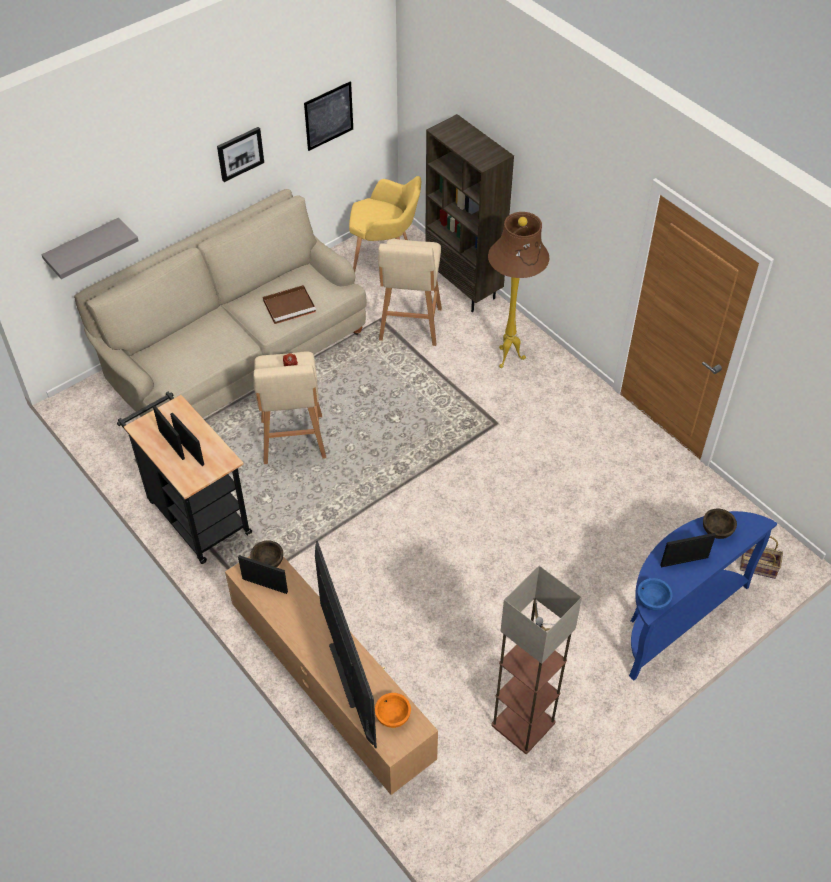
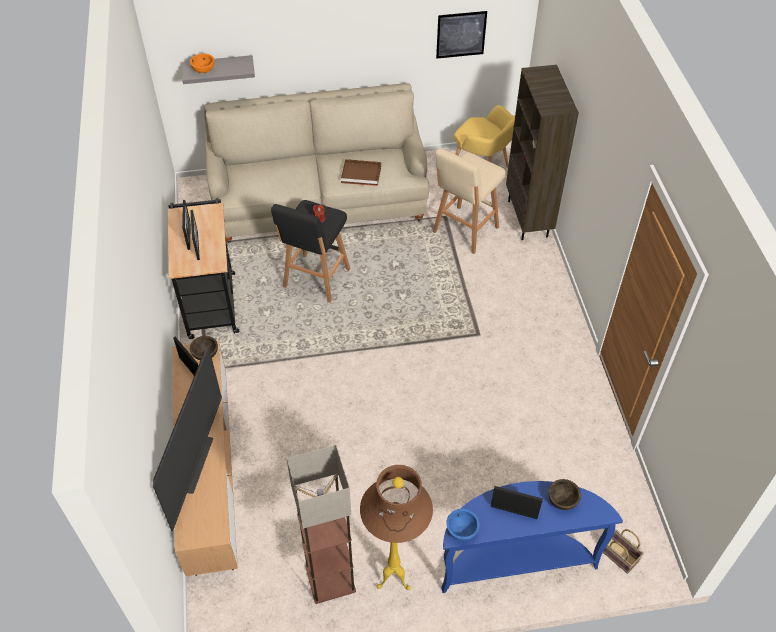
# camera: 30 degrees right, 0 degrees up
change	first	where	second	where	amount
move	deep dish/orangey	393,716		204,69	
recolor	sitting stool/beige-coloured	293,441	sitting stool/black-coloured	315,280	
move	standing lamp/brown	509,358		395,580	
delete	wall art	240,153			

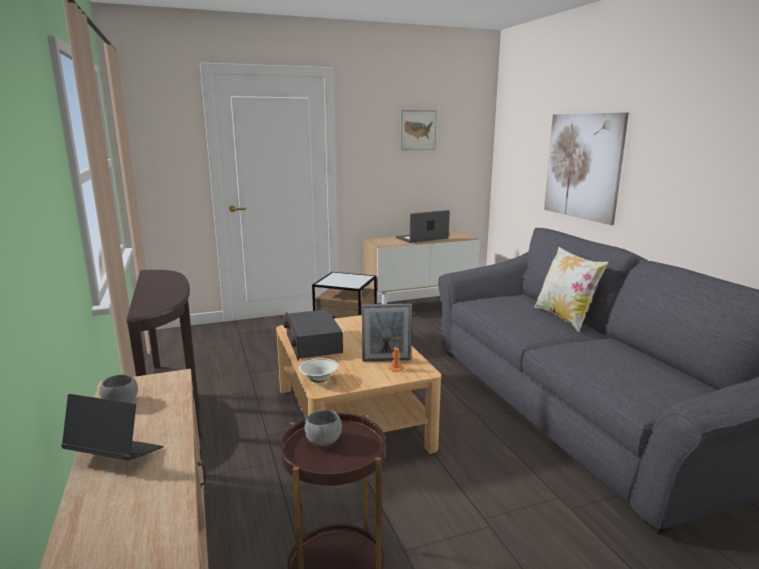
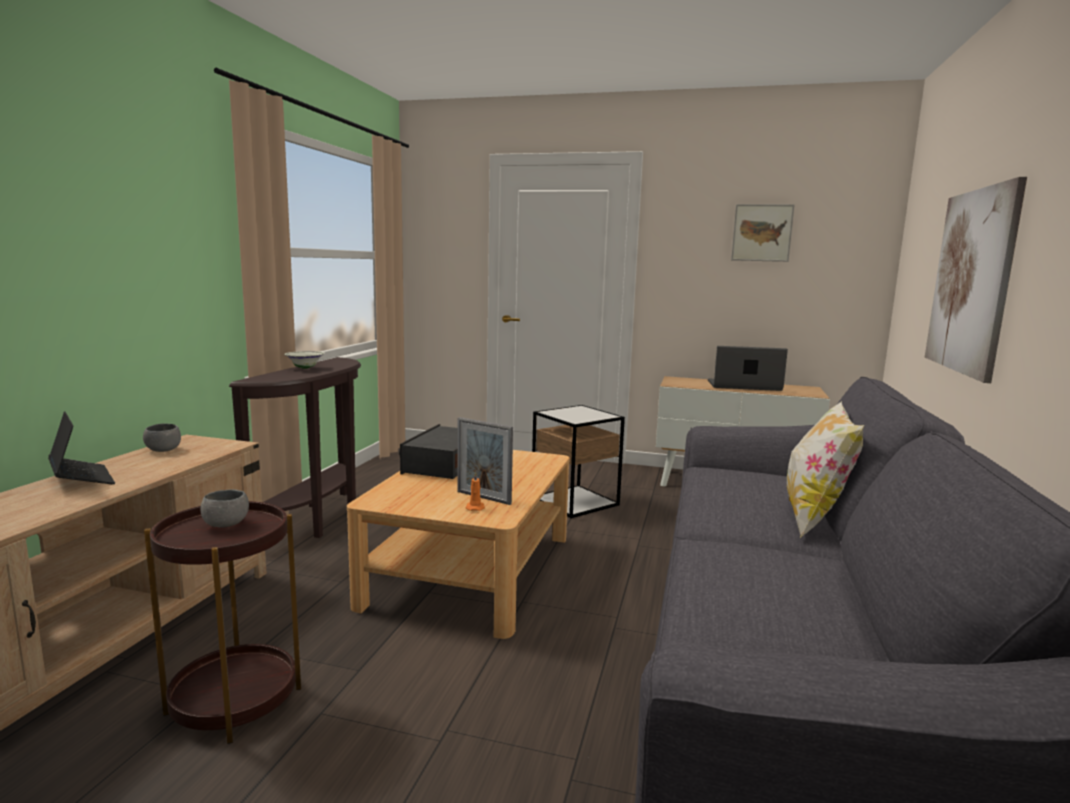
# camera: 35 degrees right, 5 degrees down
change	first	where	second	where	amount
move	deep dish/whitish	319,380		305,368	

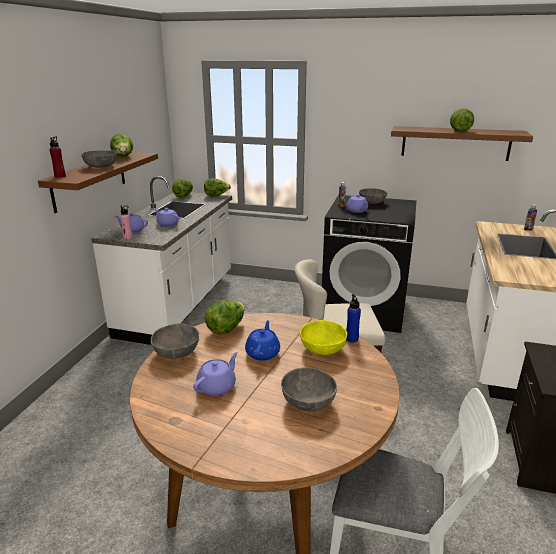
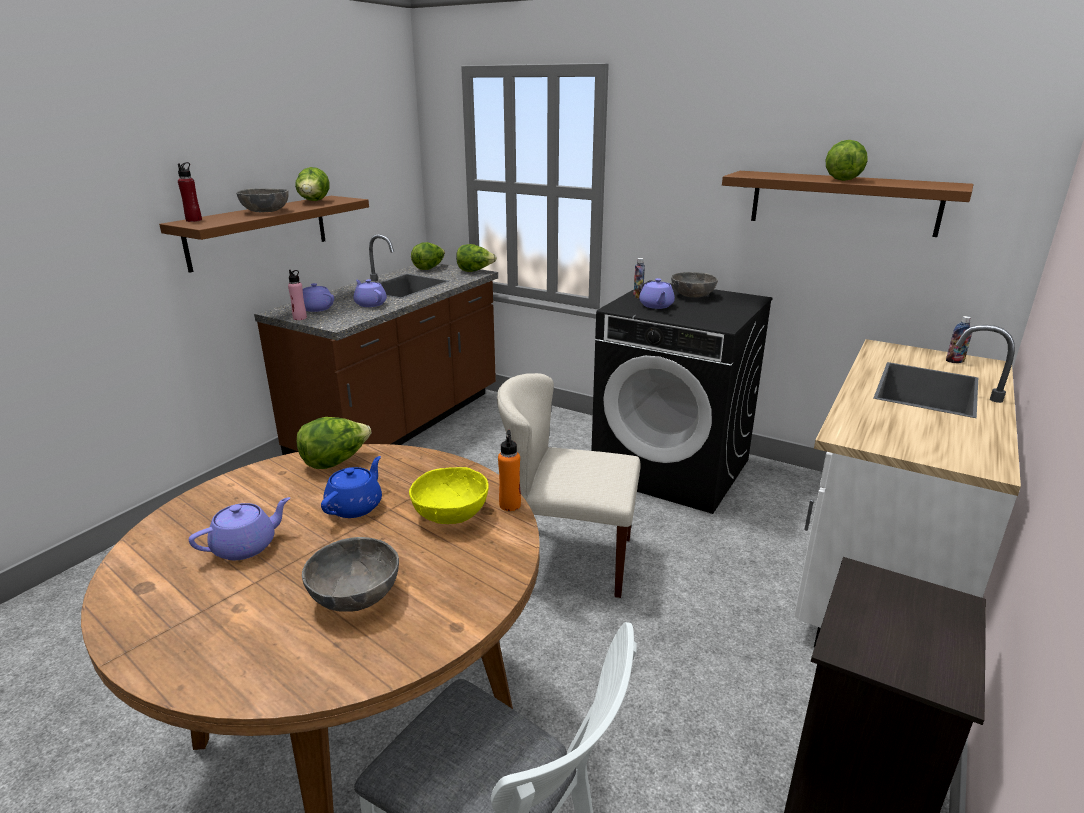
# camera: 15 degrees right, 0 degrees up
change	first	where	second	where	amount
recolor	kitchen counter/whitish	179,304	kitchen counter/brown	401,426	
recolor	drink bottle/blue-coloured	352,339	drink bottle/orangey	510,505	
delete	deep dish/grey	176,352			

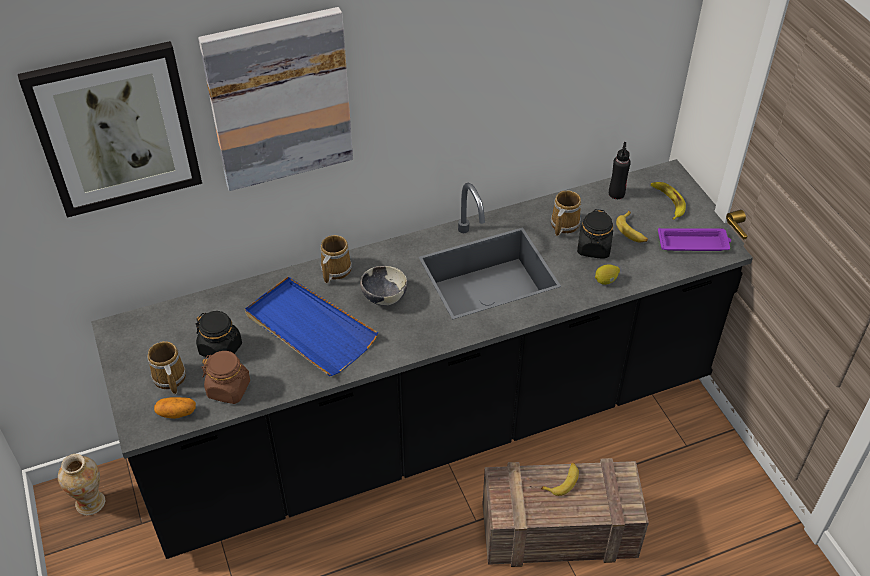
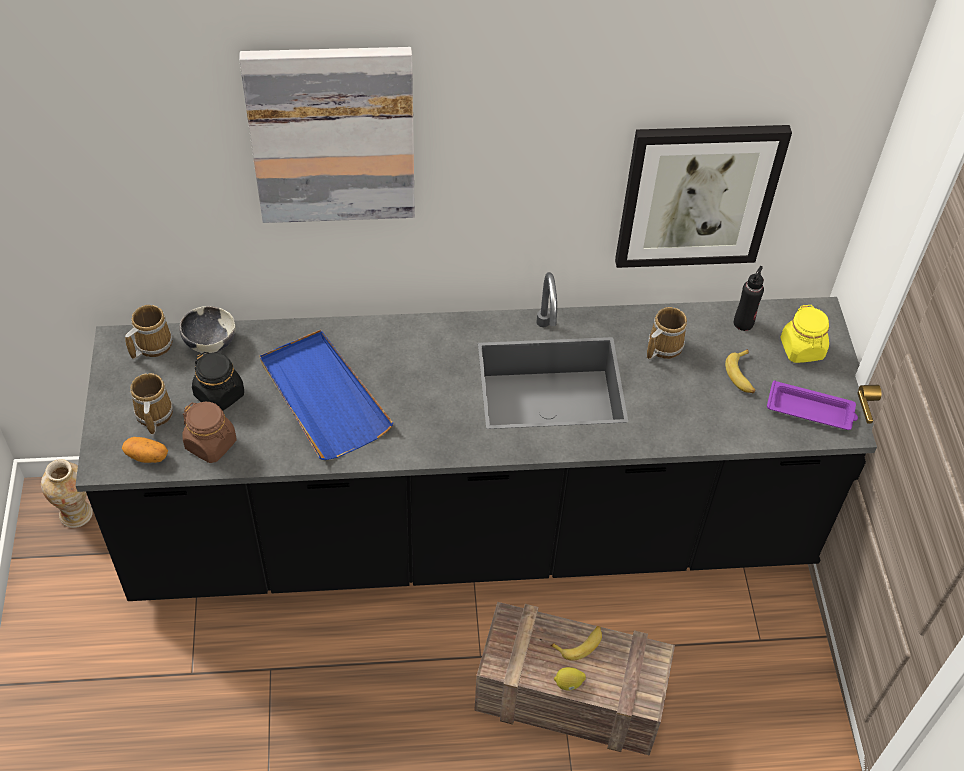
# camera: 15 degrees right, 5 degrees up
change	first	where	second	where	amount
move	tea mug	334,270		151,344	
move	deep dish	384,297		210,343	
move	whole lemon	606,281		568,683	
move	wall art	115,129		697,195	
replace	banana	668,202	jar/yellowish	802,349	
delete	jar/black-coloured	594,248			

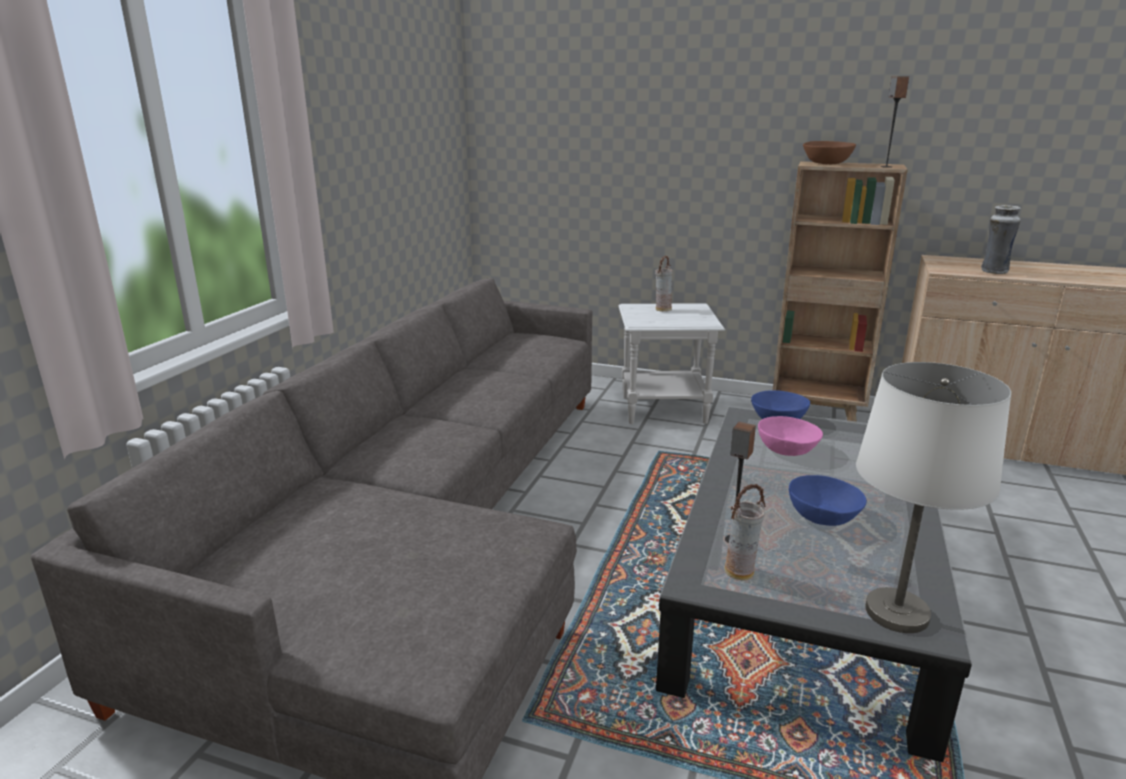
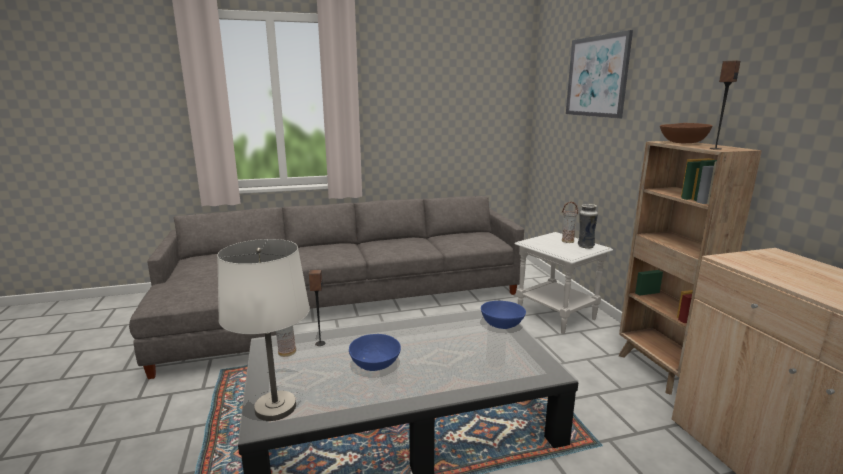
# camera: 55 degrees right, 5 degrees down
change	first	where	second	where	amount
insert			wall art	597,76	
move	flower vase	993,272		585,246	
delete	deep dish/pinkish	787,450			

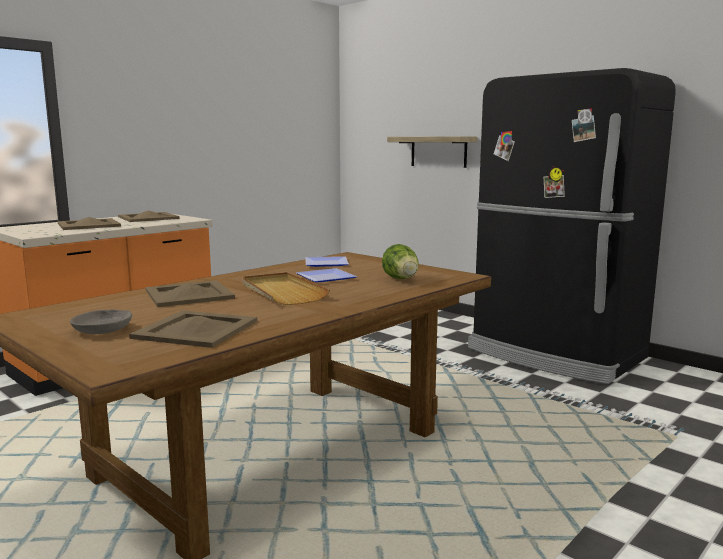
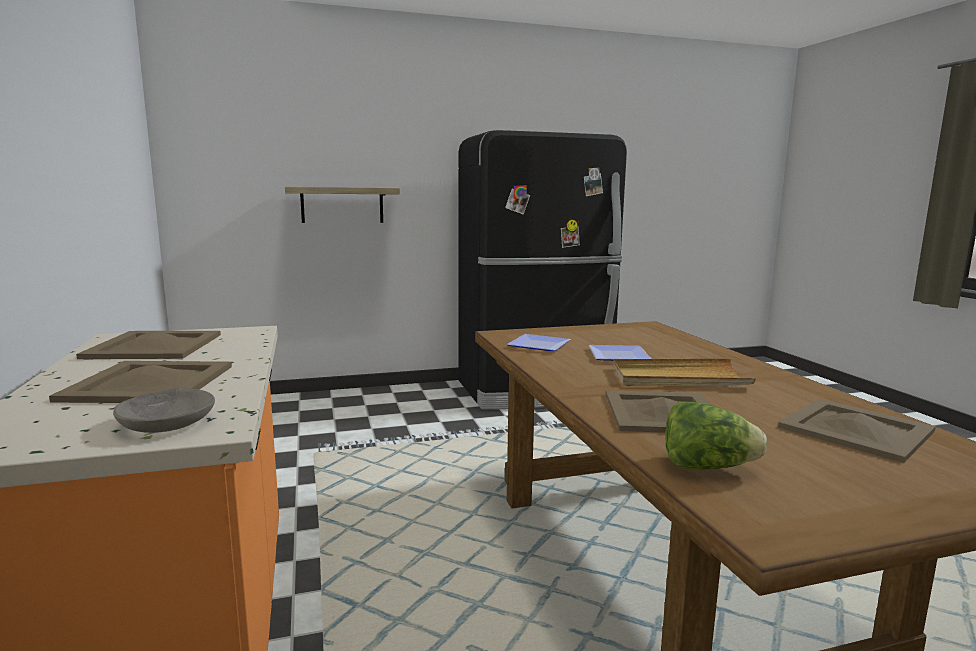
# camera: 60 degrees left, 0 degrees up
change	first	where	second	where	amount
move	deep dish/grey	103,329		167,423	
move	lettuce	402,279		707,467	

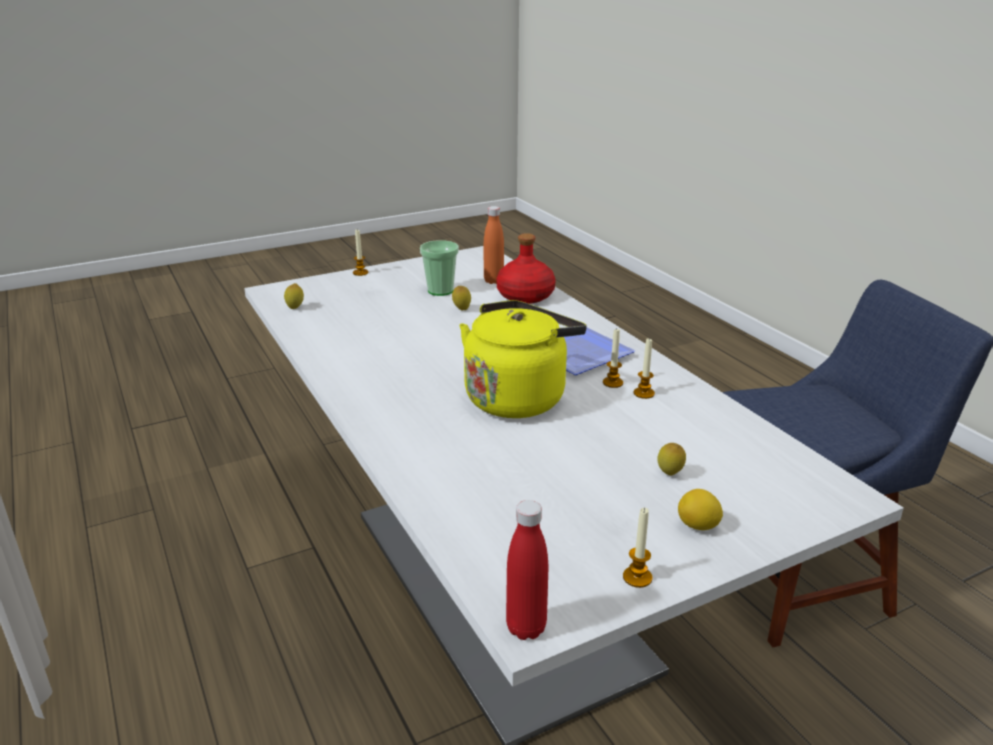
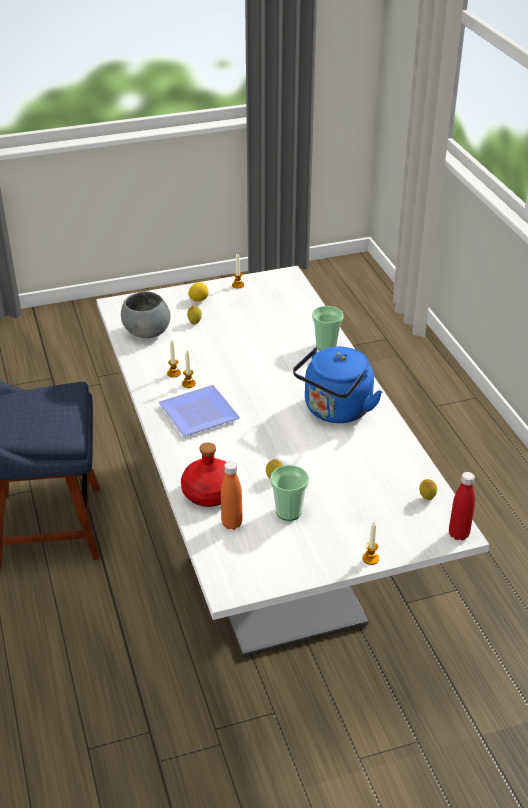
# camera: 170 degrees left, 10 degrees up
change	first	where	second	where	amount
insert			deep dish/grey	147,332	
insert			kettle/blue-coloured	335,411	
insert			small cup	326,346	
move	drink bottle/red	526,628		458,534	
delete	kettle/yellowish	518,397			

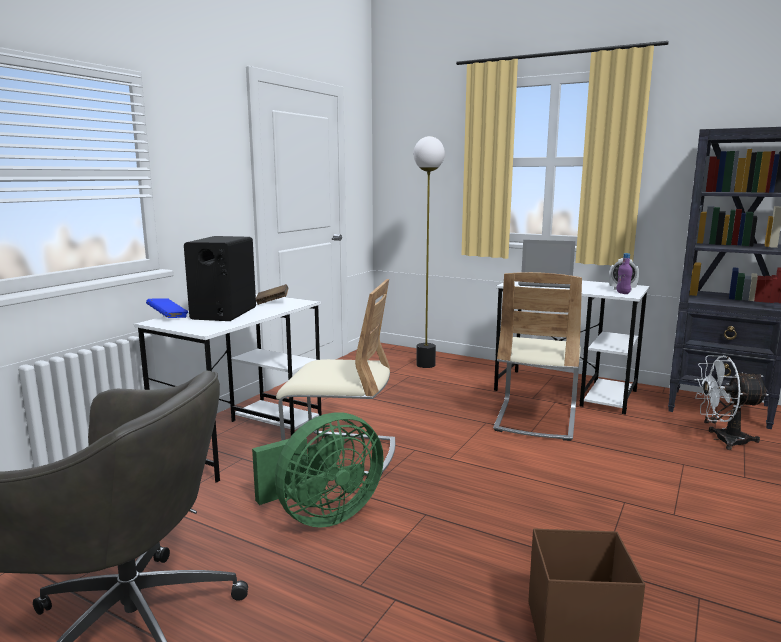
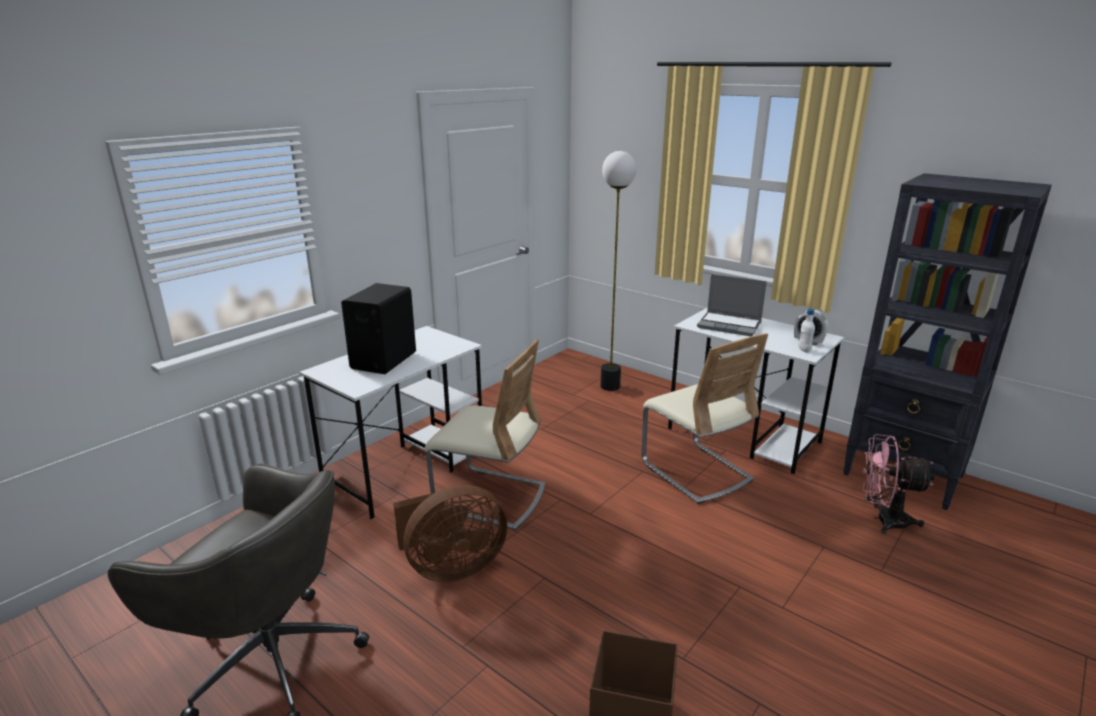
# camera: 10 degrees right, 10 degrees up
change	first	where	second	where	amount
recolor	electric fan/greenish	321,515	electric fan/brown	451,568	
rotate	plain chair/beige-coloured	535,419		695,471	60 degrees counterclockwise
recolor	drink bottle/purplish	623,293	drink bottle/whitish	804,350	
recolor	electric fan/whitish	722,440	electric fan/pinkish	883,519	
delete	book/blue-coloured	168,317			
delete	book/brown	272,302			

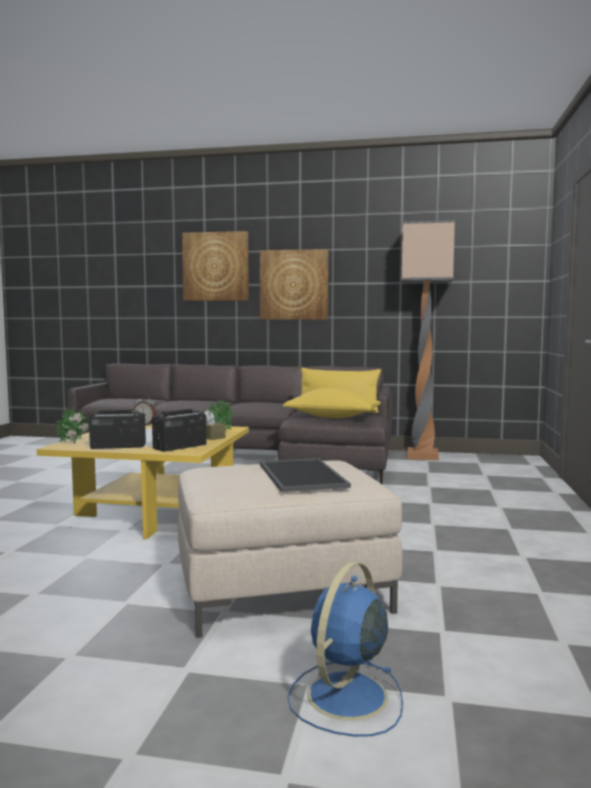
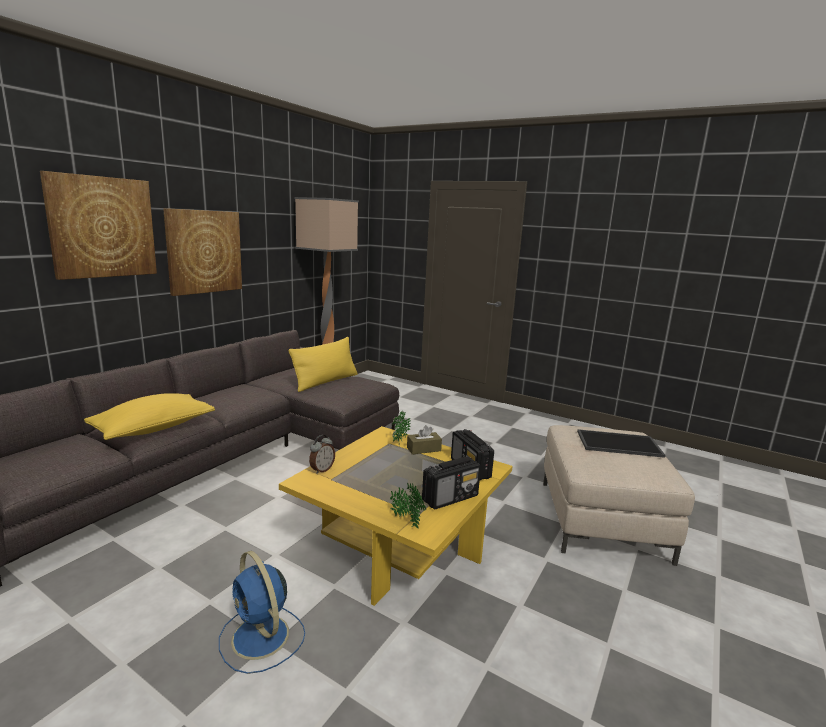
# camera: 70 degrees left, 10 degrees up
change	first	where	second	where	amount
move	pillow/yellowish	332,417		153,428	
move	electric fan/blue-coloured	345,697		261,638	
rotate	radio receiver	117,447		450,498	135 degrees counterclockwise

